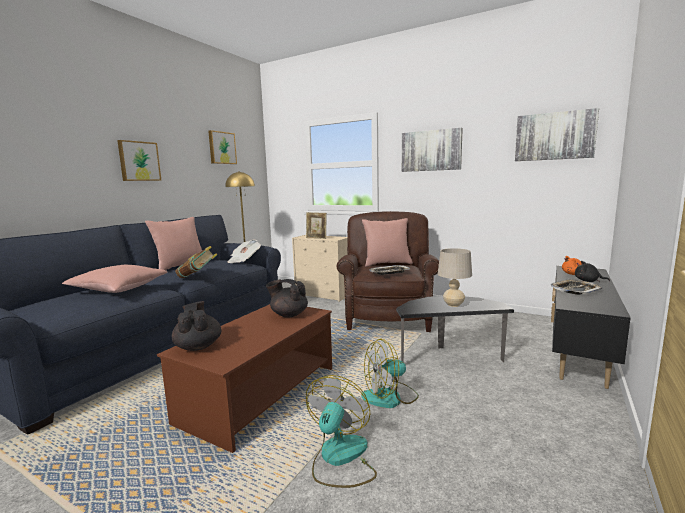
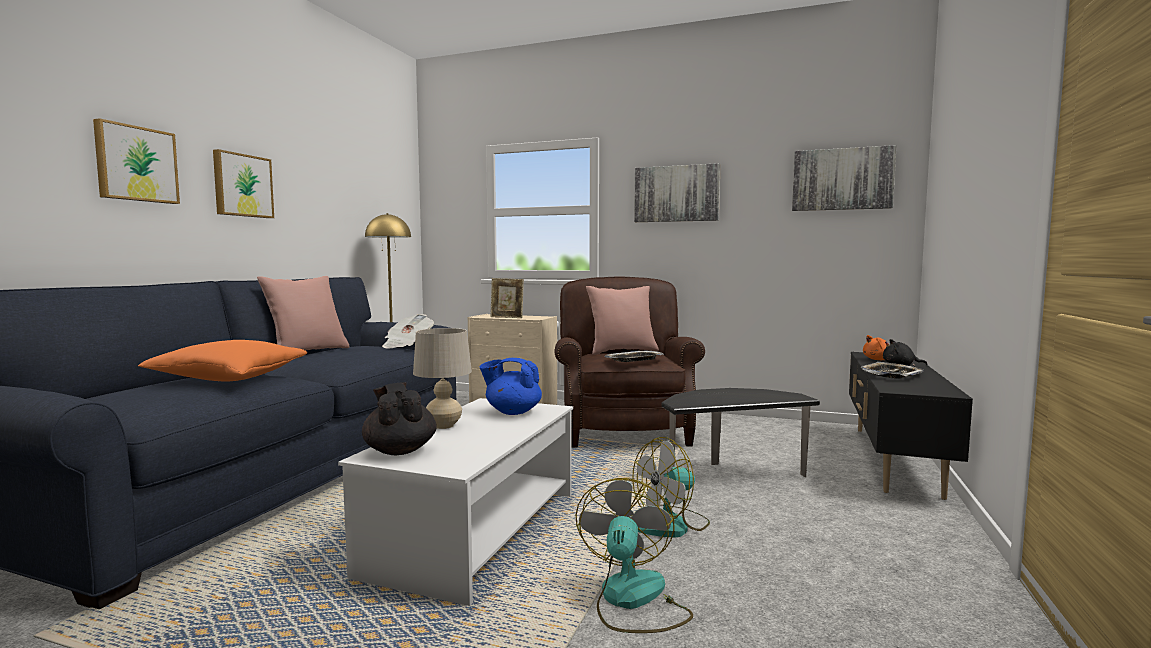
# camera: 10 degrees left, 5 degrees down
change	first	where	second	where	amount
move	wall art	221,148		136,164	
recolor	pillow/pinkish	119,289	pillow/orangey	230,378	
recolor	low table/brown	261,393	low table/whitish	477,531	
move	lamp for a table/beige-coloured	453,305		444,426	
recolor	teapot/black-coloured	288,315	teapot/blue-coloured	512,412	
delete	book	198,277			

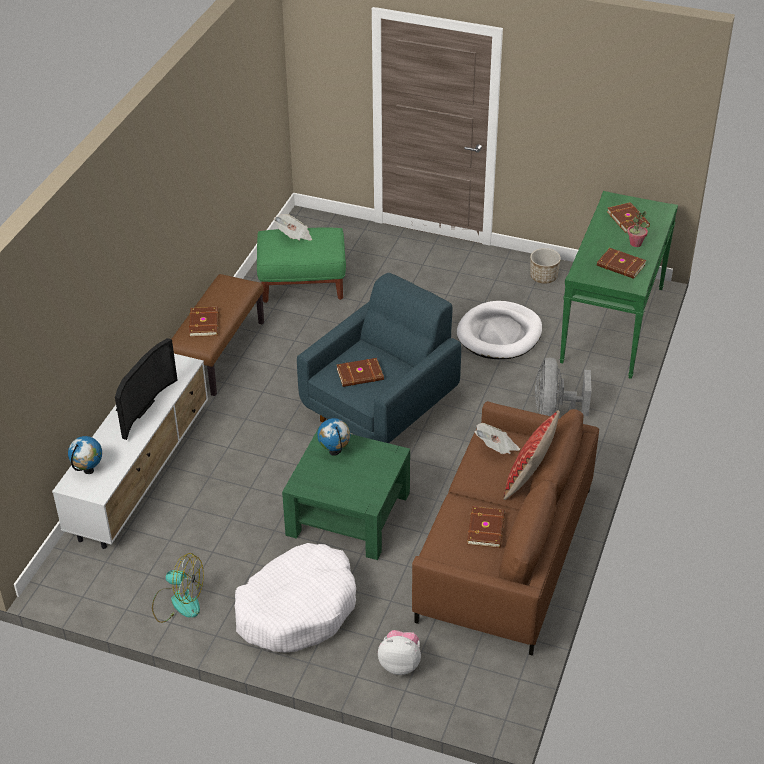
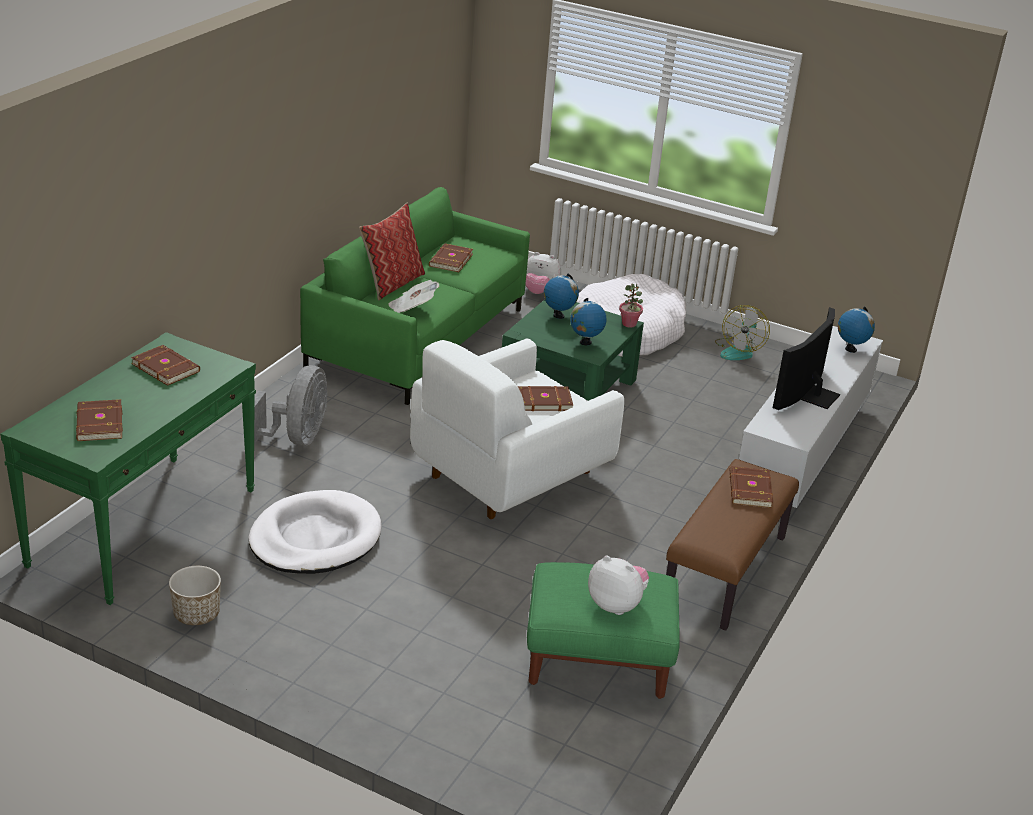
# camera: 175 degrees left, 10 degrees down
change	first	where	second	where	amount
recolor	sofa/brown	504,553	sofa/greenish	418,338	
recolor	easy chair/blue-coloured	381,407	easy chair/whitish	510,475	
insert			desk globe	558,316	
replace	daily paper	294,236	plush toy	616,604	
move	plant in a pot	635,243		629,324	
rotate	electric fan	178,602		739,351	90 degrees counterclockwise

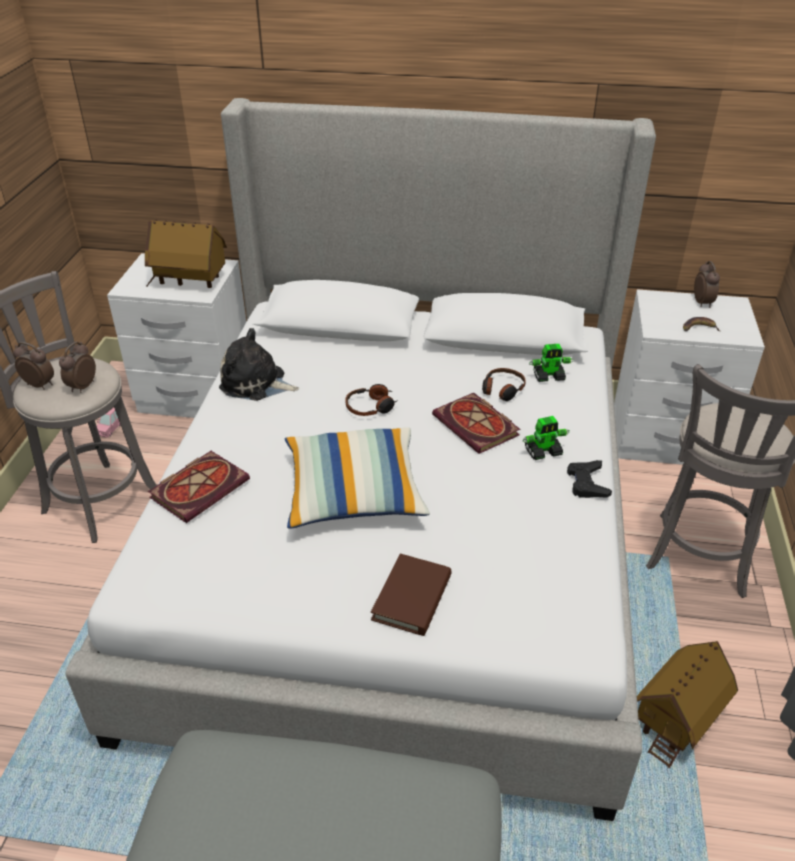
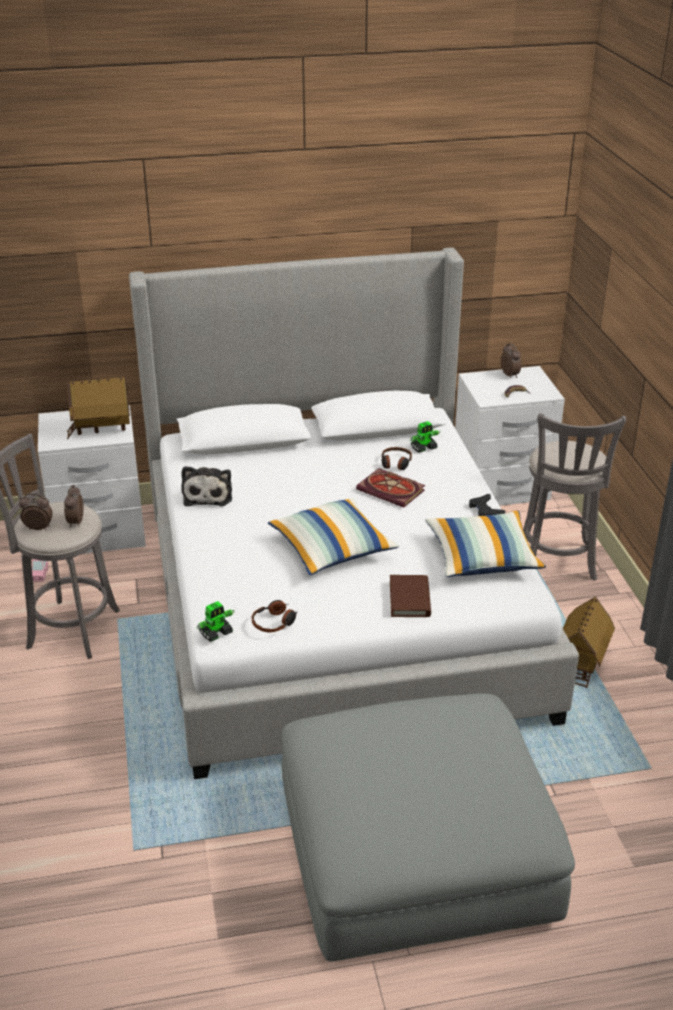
# camera: 20 degrees left, 5 degrees down
change	first	where	second	where	amount
rotate	plush toy	256,383		208,495	90 degrees counterclockwise
move	toy robot	543,452		216,633	
move	headphones	371,407		274,622	
insert			pillow	482,557	
delete	book	200,487			

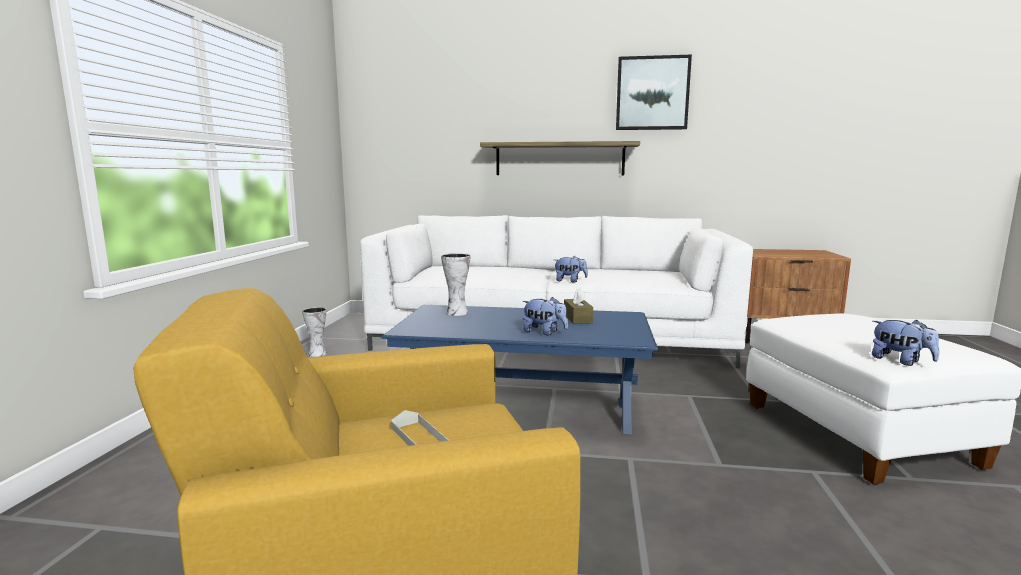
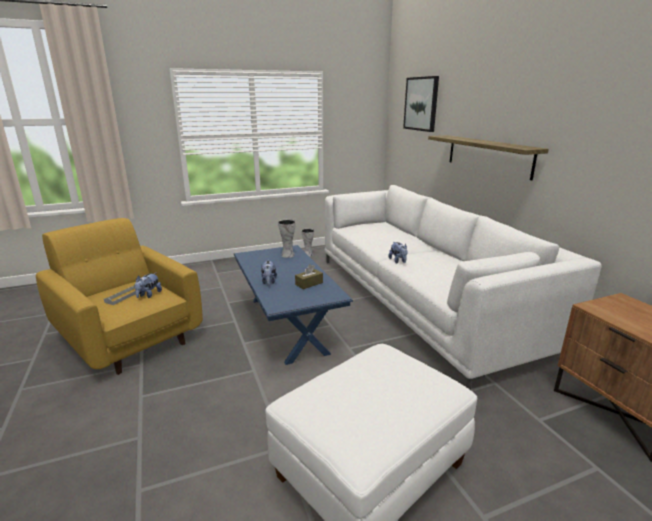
# camera: 60 degrees right, 10 degrees up
change	first	where	second	where	amount
move	plush toy	900,361		148,295	
move	wall art	652,93		421,104	

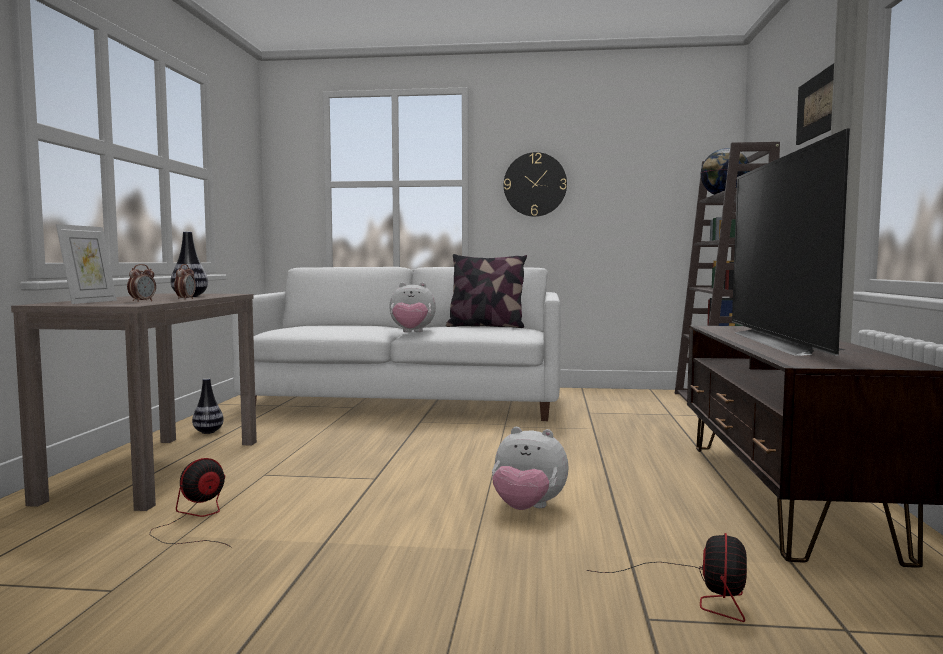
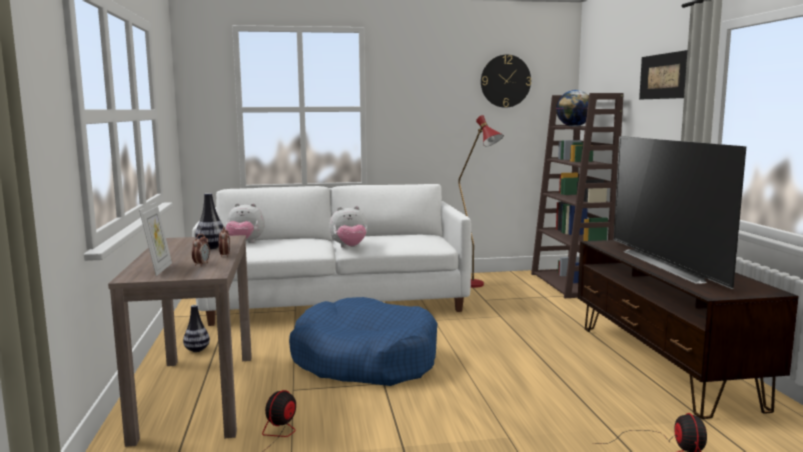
# camera: 15 degrees left, 5 degrees up
change	first	where	second	where	amount
move	plush toy	527,509		245,243	
insert			dog cushion/blue-coloured	365,360	
insert			standing lamp/red	478,286	
move	clock on the wall	535,184		505,81	
delete	pillow	486,326			

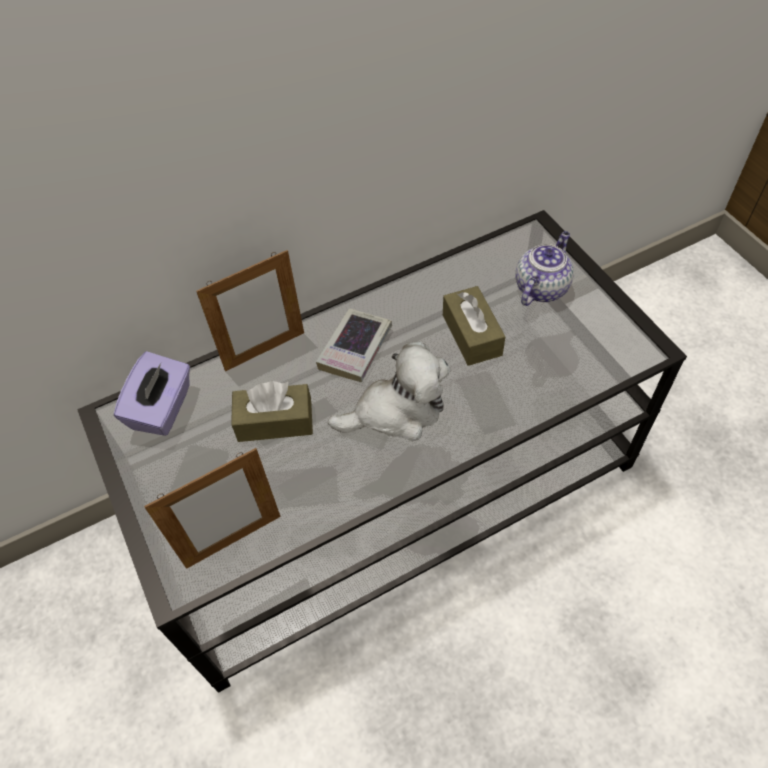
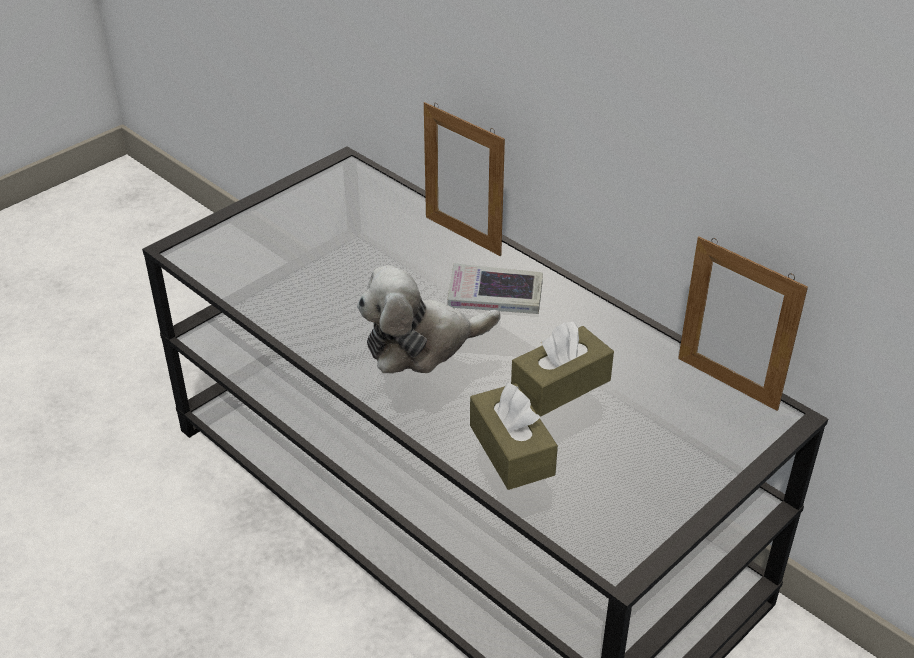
# camera: 70 degrees right, 15 degrees down
change	first	where	second	where	amount
rotate	plush toy	397,411		422,344	105 degrees clockwise
move	box of tissues/brown	275,421		511,450	
move	standing frame	233,541		727,383	
delete	box of tissues/purplish	163,408			
delete	teapot	541,287			

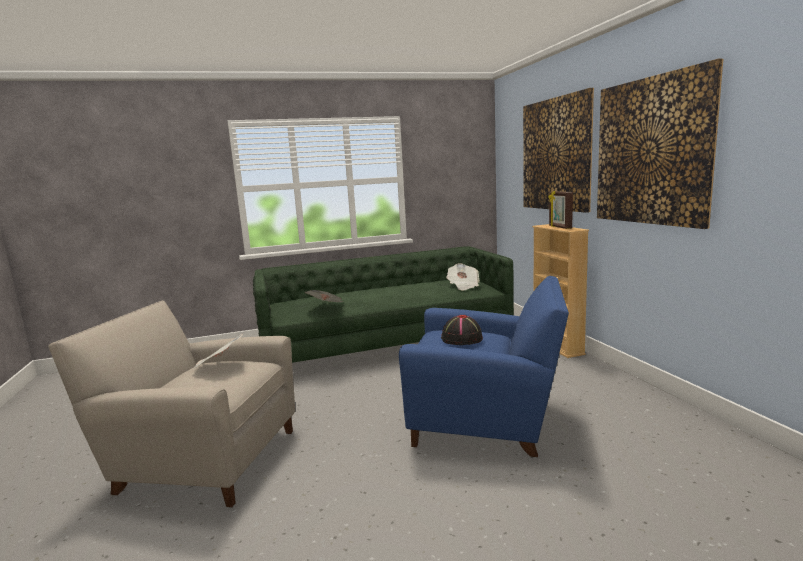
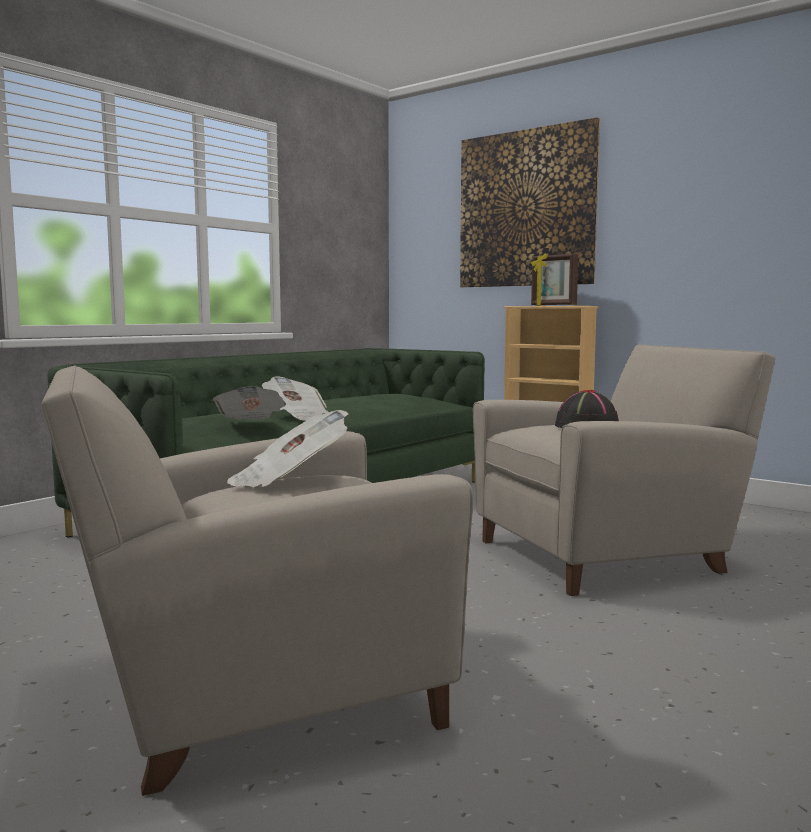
# camera: 35 degrees left, 5 degrees down
change	first	where	second	where	amount
move	daily paper	463,286		295,416	
recolor	easy chair/blue-coloured	487,421	easy chair/beige-coloured	608,554	
delete	wall art	651,151			

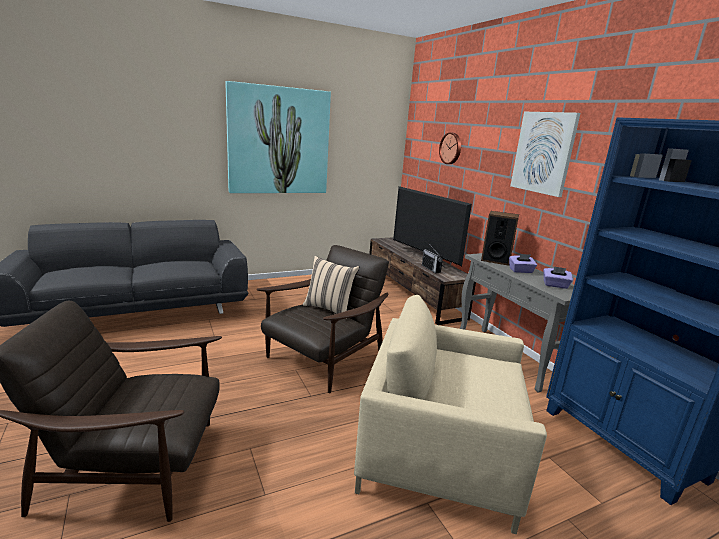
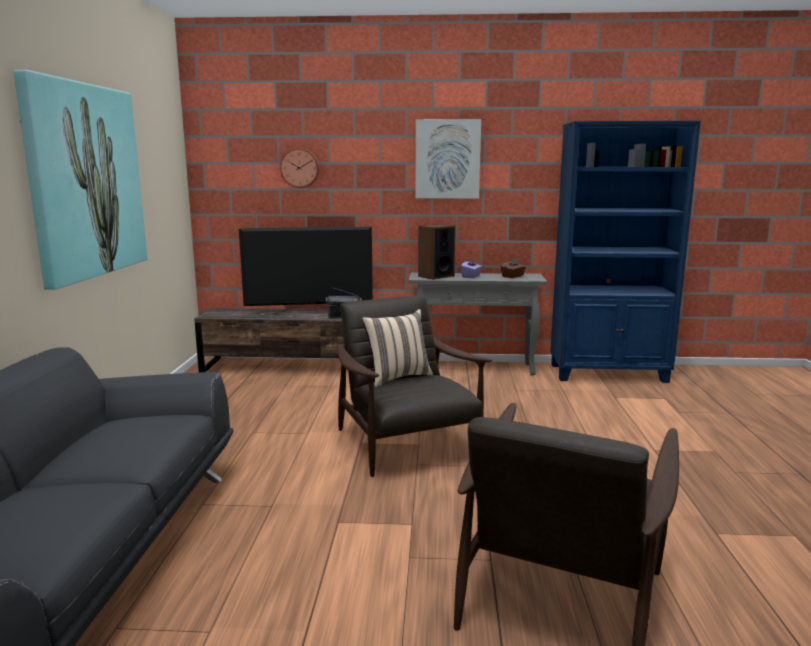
# camera: 60 degrees left, 5 degrees down
change	first	where	second	where	amount
recolor	box of tissues/purplish	555,285	box of tissues/brown	513,276	
delete	easy chair/beige-coloured	438,453			

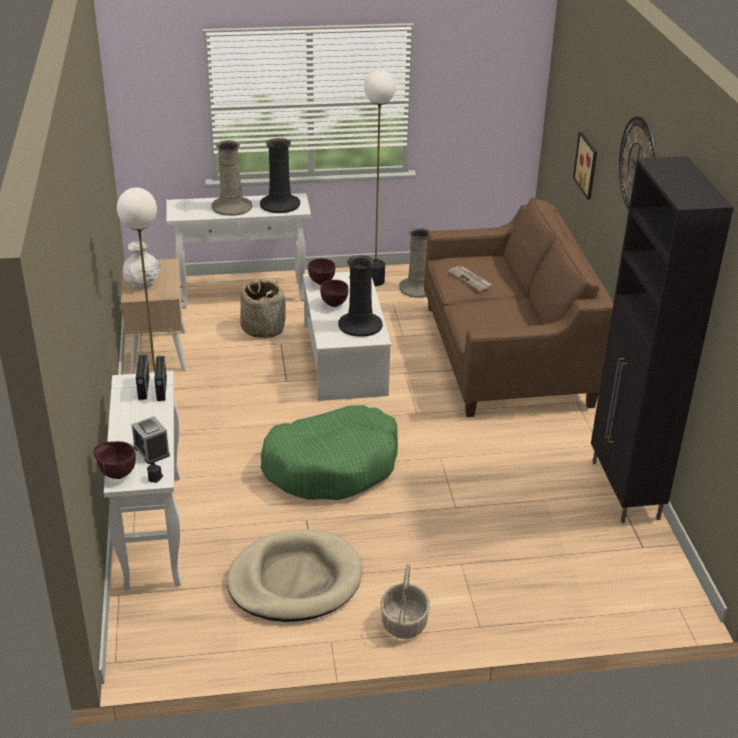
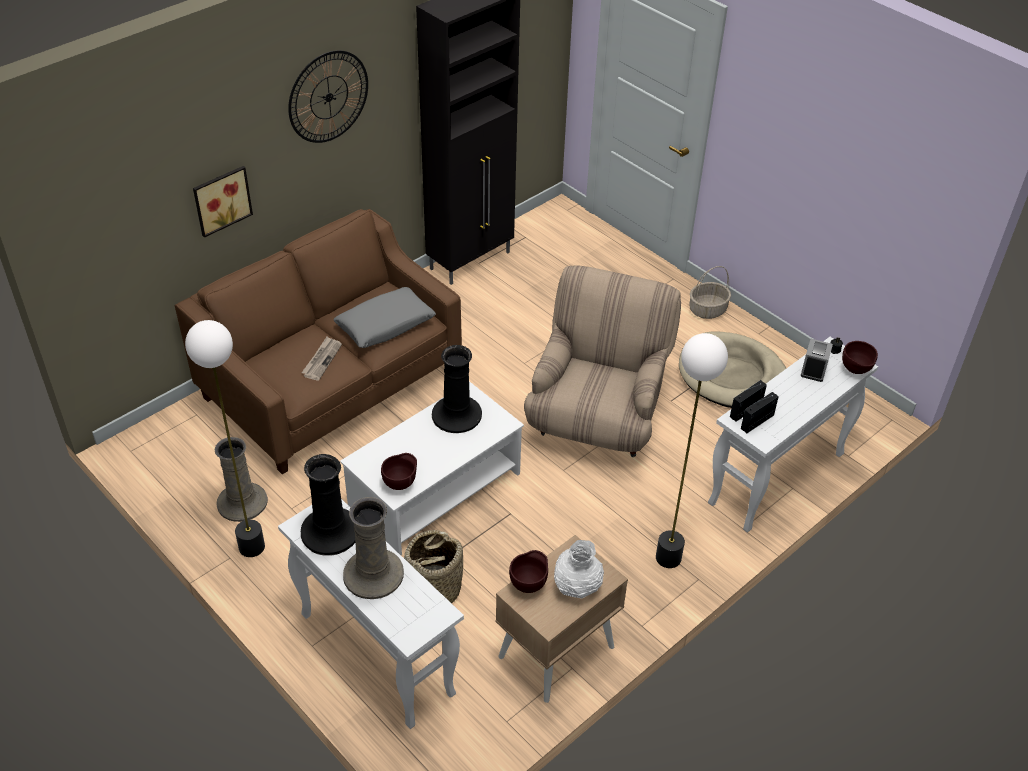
# camera: 125 degrees left, 10 degrees up
change	first	where	second	where	amount
insert			pillow/grey	385,325	
move	deep dish/brown	334,305		529,584	
replace	dog cushion/greenish	332,465	easy chair/beige-coloured	597,418	

